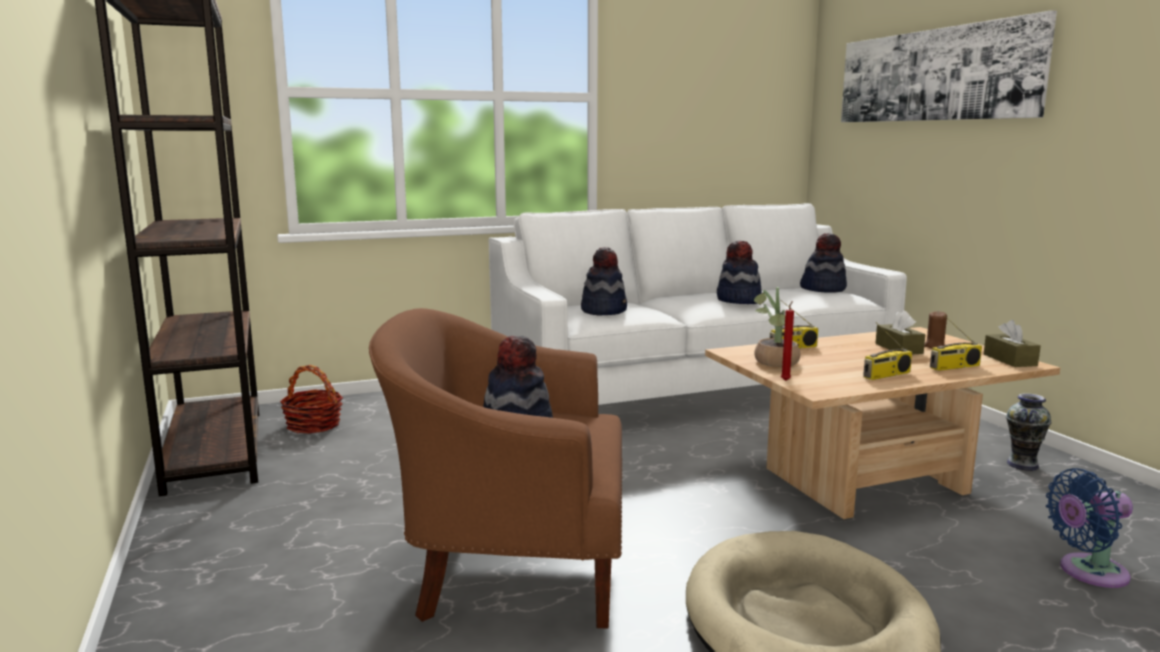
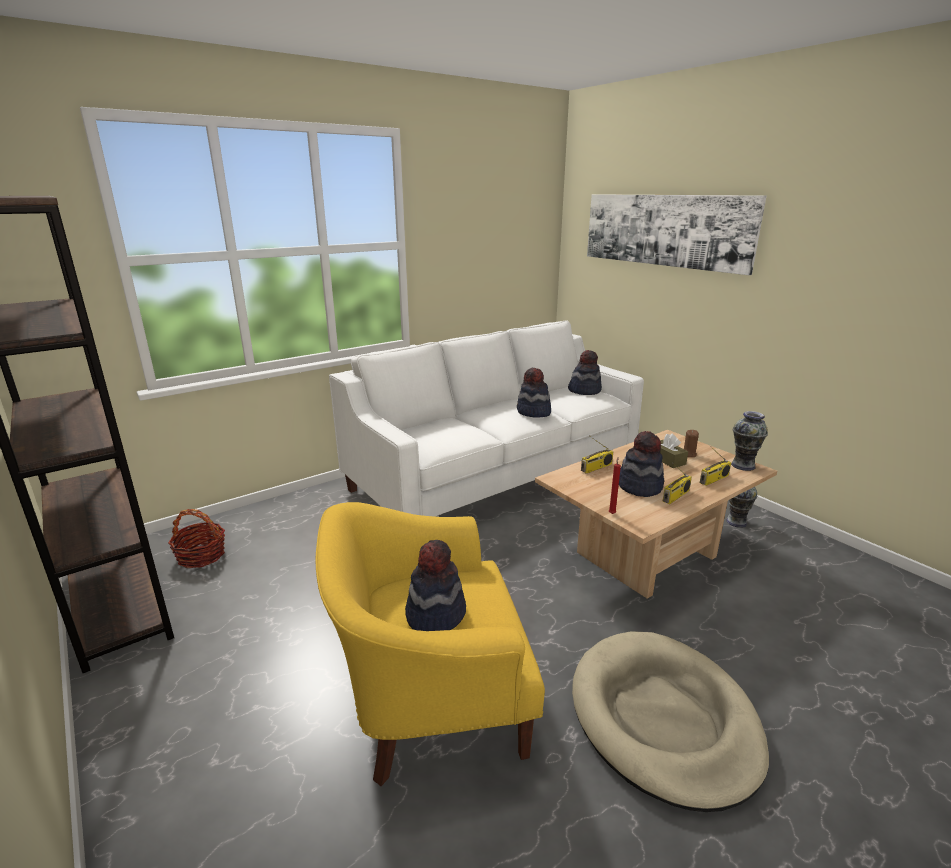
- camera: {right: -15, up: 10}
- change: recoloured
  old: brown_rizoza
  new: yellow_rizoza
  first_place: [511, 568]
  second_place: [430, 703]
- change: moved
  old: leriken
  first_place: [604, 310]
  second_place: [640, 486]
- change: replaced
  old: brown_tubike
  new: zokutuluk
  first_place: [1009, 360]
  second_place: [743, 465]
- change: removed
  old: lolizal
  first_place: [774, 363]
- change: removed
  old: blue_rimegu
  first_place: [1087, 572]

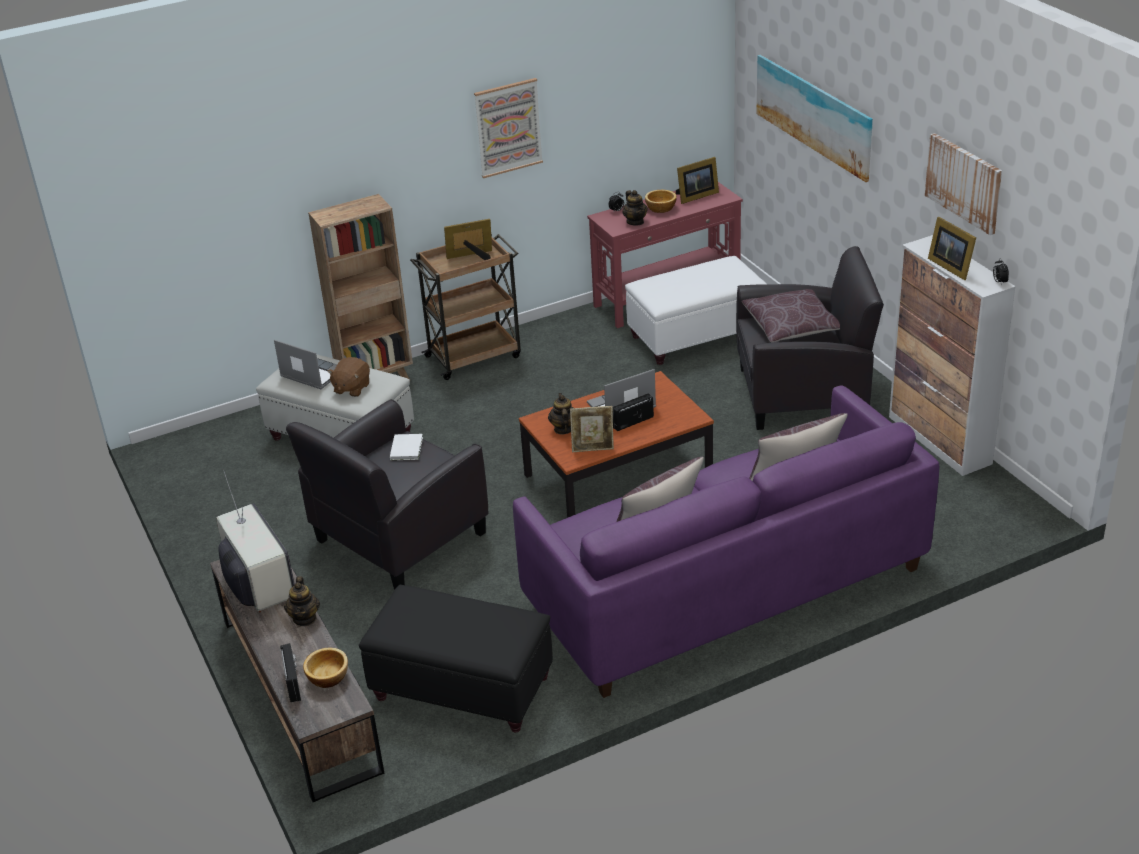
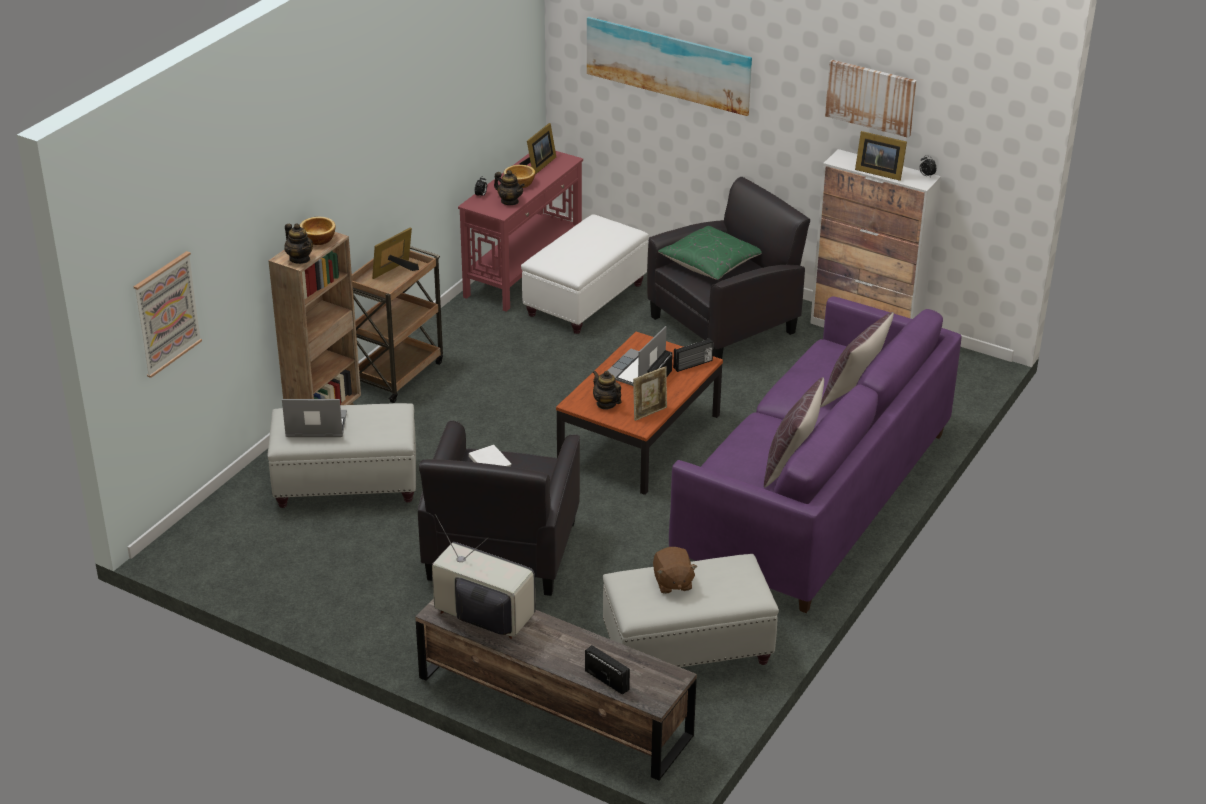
- camera: {right: -35, up: 0}
- change: moved
  old: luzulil
  first_place: [508, 127]
  second_place: [166, 313]
- change: moved
  old: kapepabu
  first_place: [305, 618]
  second_place: [300, 259]
- change: moved
  old: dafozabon
  first_place: [328, 676]
  second_place: [317, 239]
- change: recoloured
  old: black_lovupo
  new: white_lovupo
  first_place: [463, 688]
  second_place: [688, 648]
- change: moved
  old: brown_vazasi
  first_place: [351, 388]
  second_place: [672, 582]
- change: recoloured
  old: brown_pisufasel
  new: green_pisufasel
  first_place: [791, 327]
  second_place: [710, 263]
- change: added
  new: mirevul
  second_place: [693, 364]

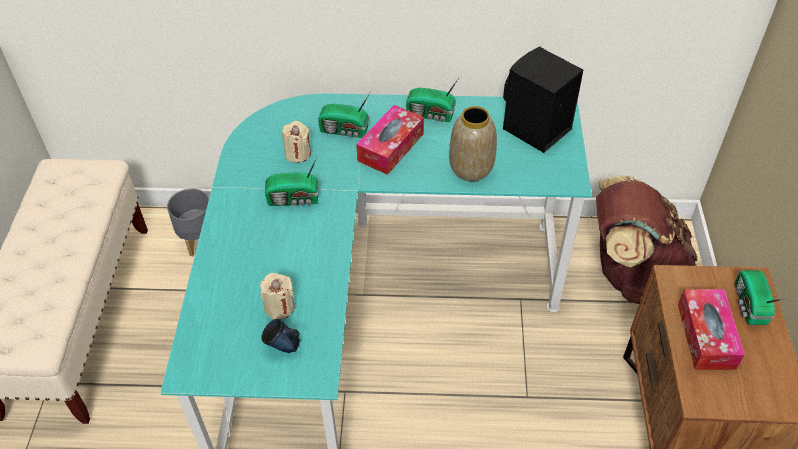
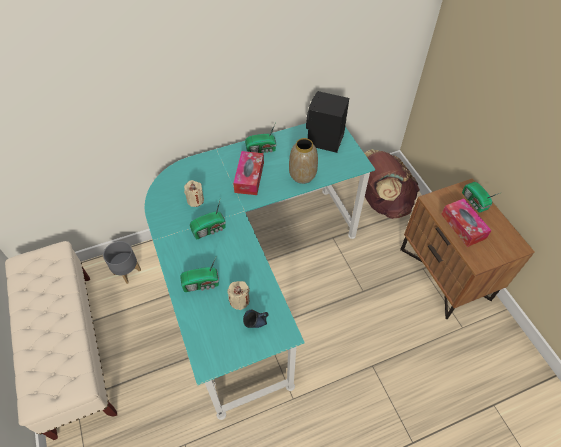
- camera: {right: -25, up: 5}
- change: moved
  old: mirevul
  first_place: [345, 131]
  second_place: [202, 284]

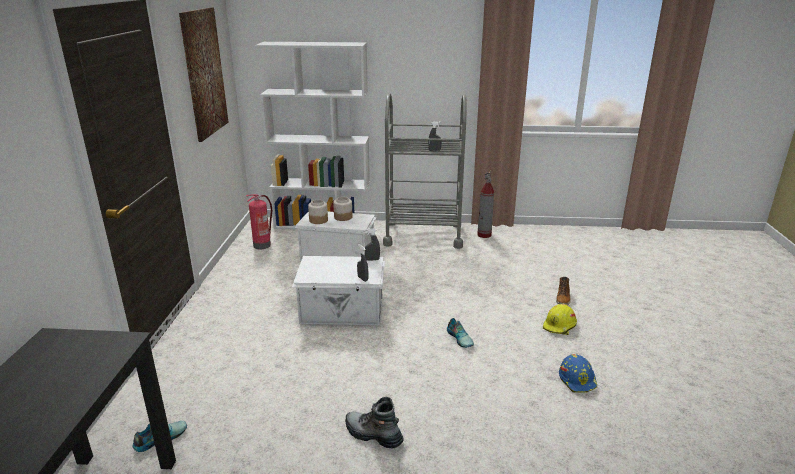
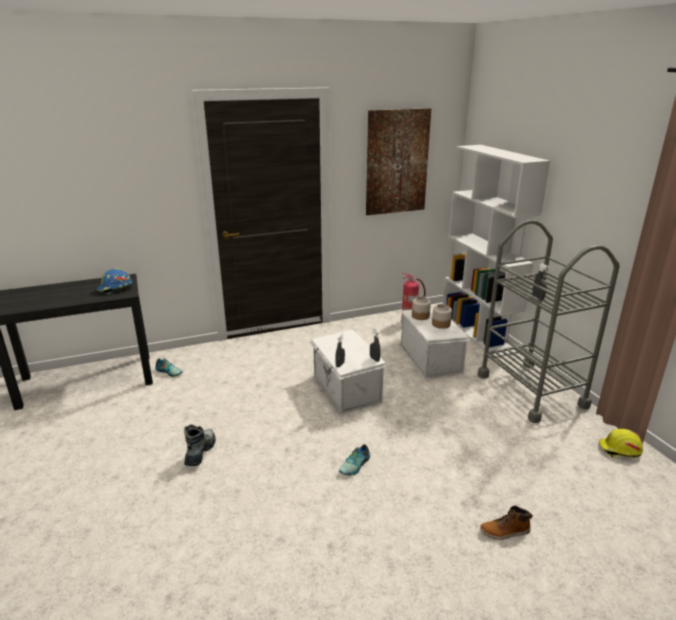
- camera: {right: 65, up: 0}
- change: moved
  old: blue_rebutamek
  first_place: [578, 380]
  second_place: [115, 288]
- change: moved
  old: yellow_rebutamek
  first_place: [559, 326]
  second_place: [619, 450]
- change: removed
  old: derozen
  first_place: [484, 235]

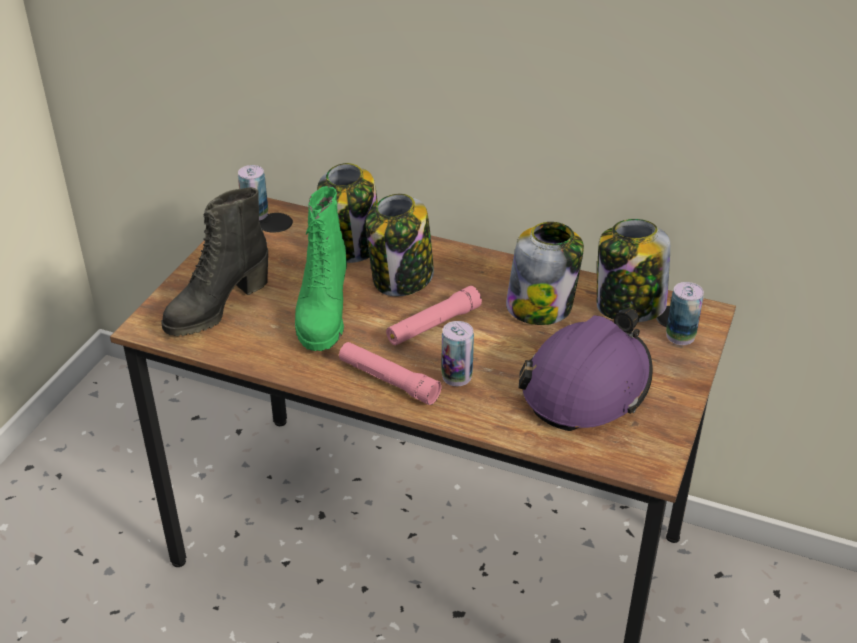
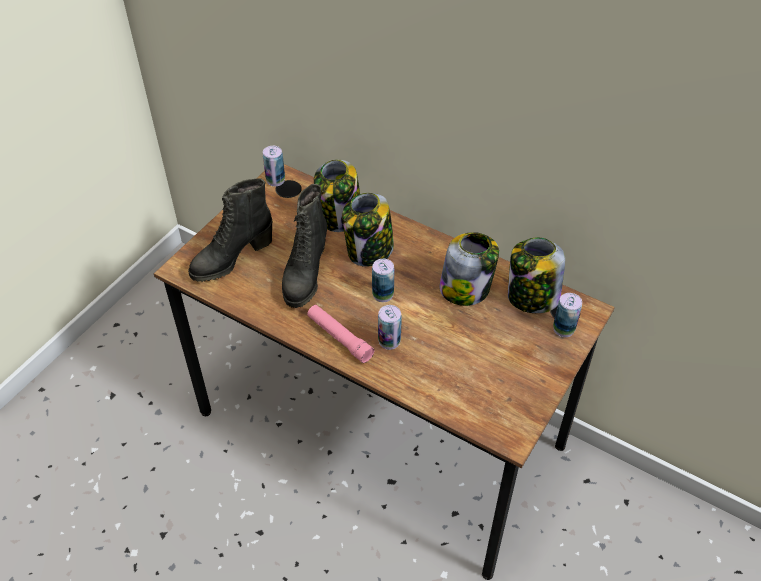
- camera: {right: 10, up: 10}
- change: recoloured
  old: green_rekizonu
  new: black_rekizonu
  first_place: [322, 315]
  second_place: [305, 275]
- change: replaced
  old: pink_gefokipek
  new: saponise
  first_place: [433, 325]
  second_place: [383, 294]
- change: removed
  old: purple_rebutamek
  first_place: [587, 386]

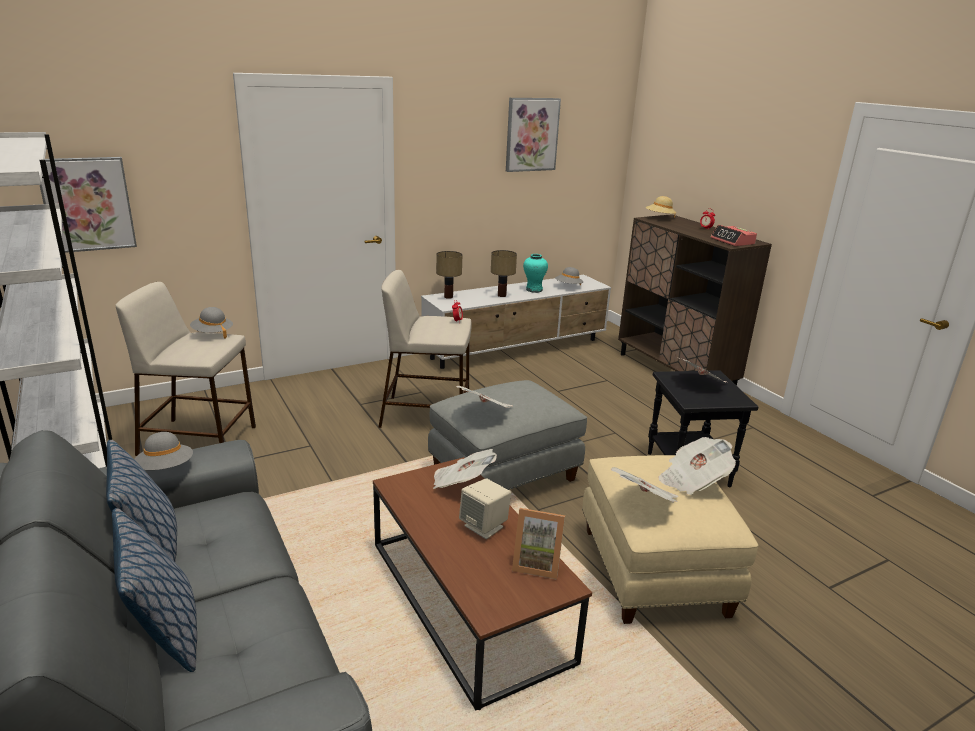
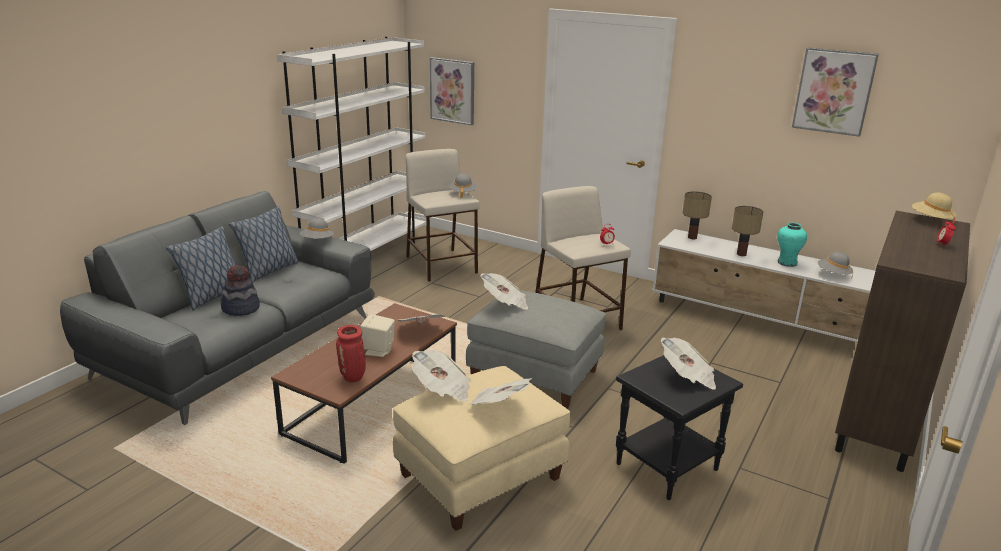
- camera: {right: 60, up: 0}
- change: added
  new: leriken
  second_place: [241, 308]
- change: replaced
  old: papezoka
  new: red_zokutuluk
  first_place: [536, 564]
  second_place: [353, 378]
- change: removed
  old: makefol
  first_place: [732, 241]

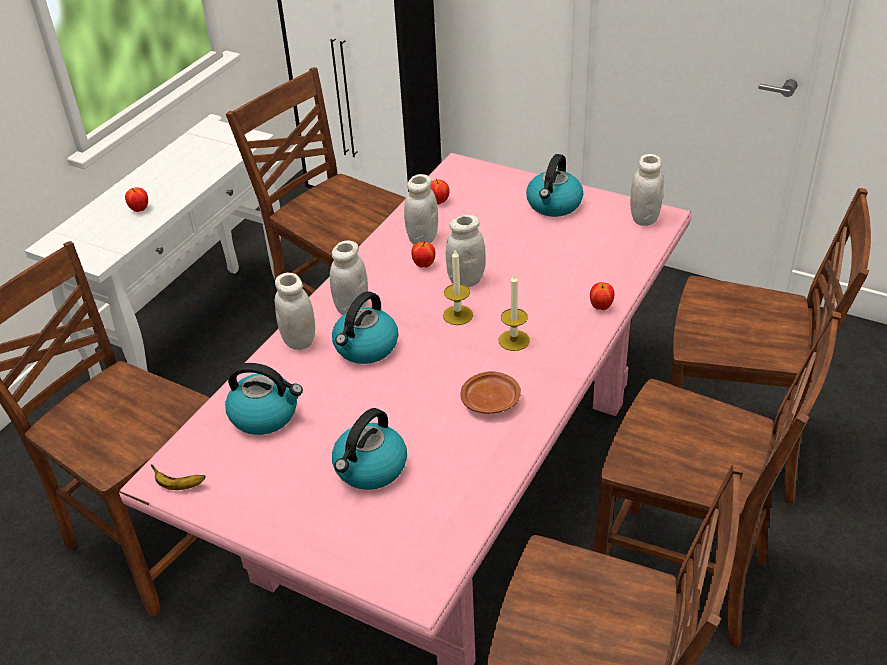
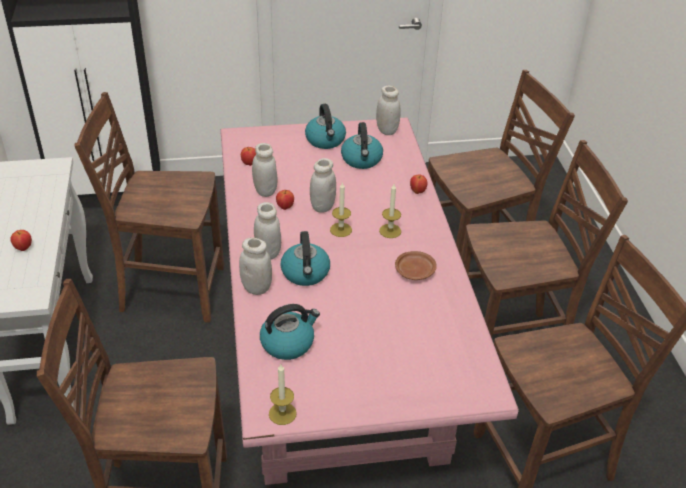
- camera: {right: -40, up: 0}
- change: replaced
  old: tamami
  new: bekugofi
  first_place: [179, 486]
  second_place: [282, 413]
- change: moved
  old: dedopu
  first_place: [370, 468]
  second_place: [362, 160]

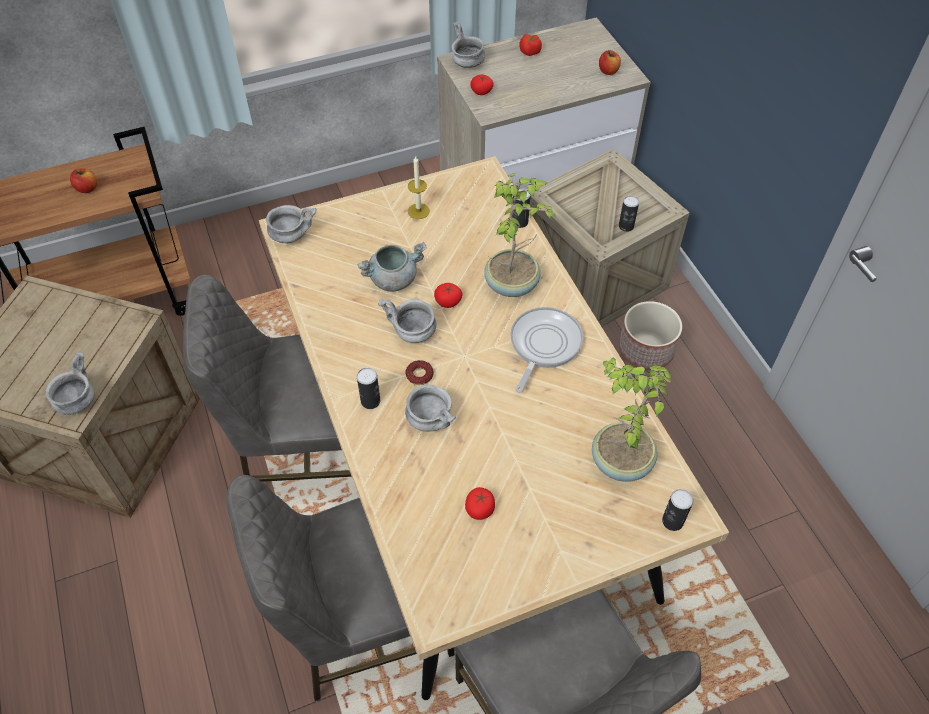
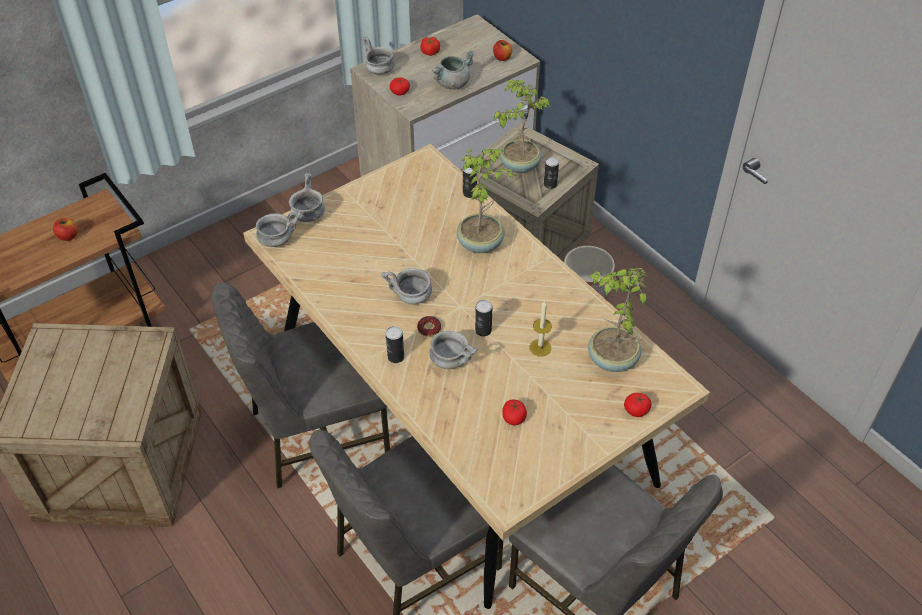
- camera: {right: -15, up: -5}
- change: moved
  old: grey_dafozabon
  first_place: [77, 401]
  second_place: [308, 215]
- change: moved
  old: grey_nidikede
  first_place: [393, 279]
  second_place: [452, 83]
- change: moved
  old: saponise
  first_place: [672, 521]
  second_place: [483, 330]
- change: added
  new: lolizal
  second_place: [519, 165]
- change: moved
  old: bekugofi
  first_place: [418, 211]
  second_place: [540, 347]
- change: moved
  old: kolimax
  first_place: [448, 301]
  second_place: [636, 410]
- change: removed
  old: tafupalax
  first_place: [543, 345]

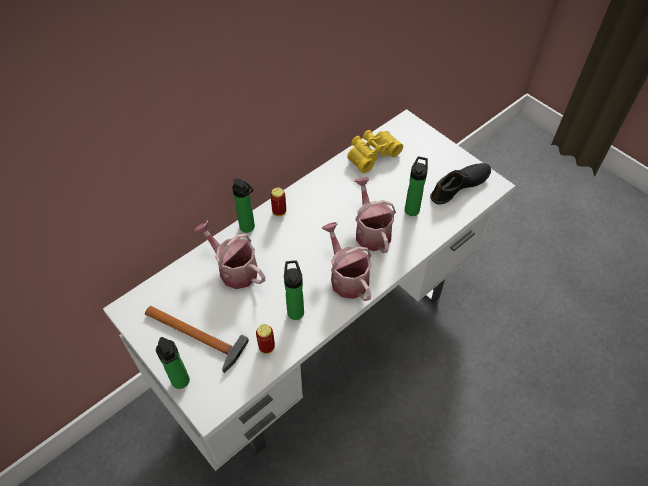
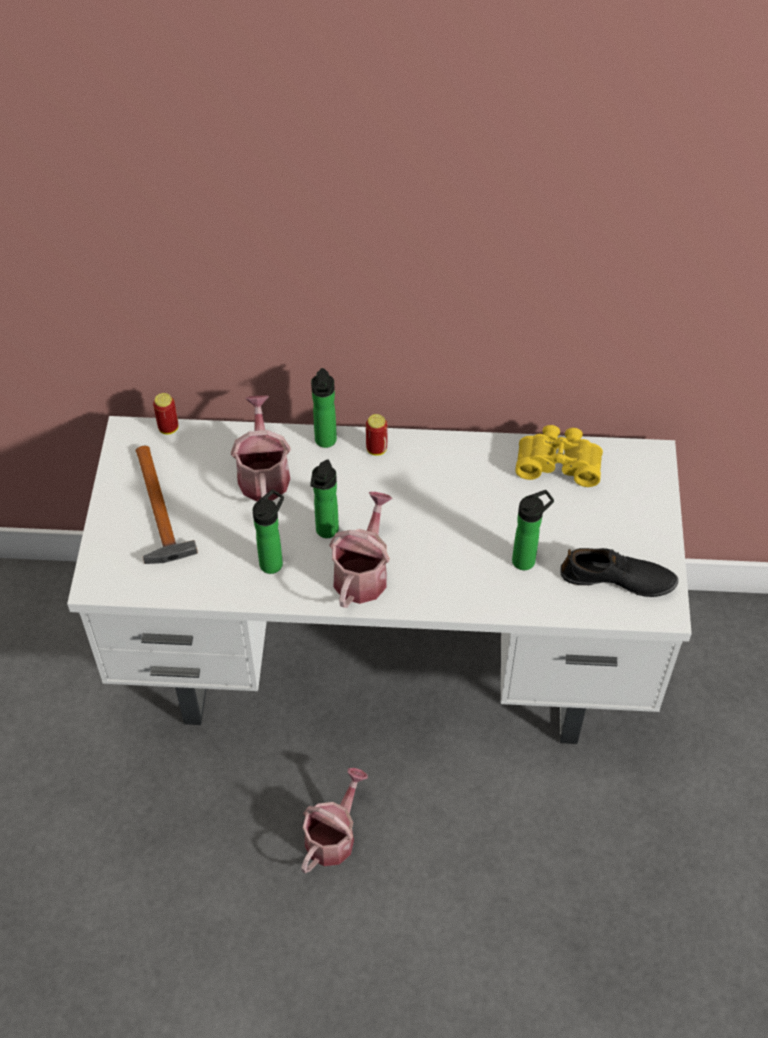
- camera: {right: 45, up: 0}
- change: moved
  old: saponise
  first_place: [266, 347]
  second_place: [168, 428]
- change: moved
  old: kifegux
  first_place: [371, 231]
  second_place: [333, 836]
- change: moved
  old: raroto
  first_place: [181, 383]
  second_place: [326, 532]

